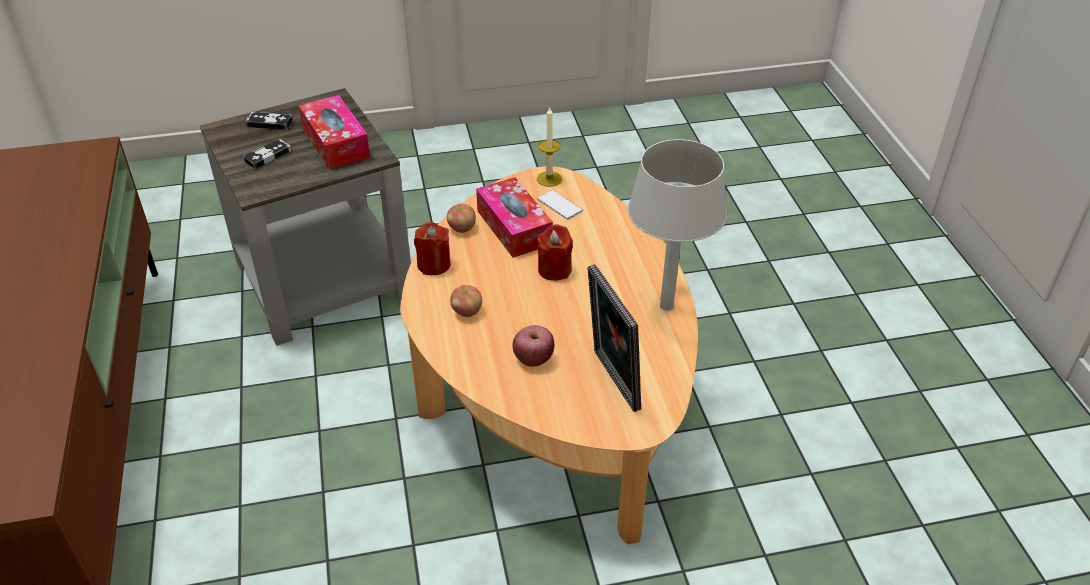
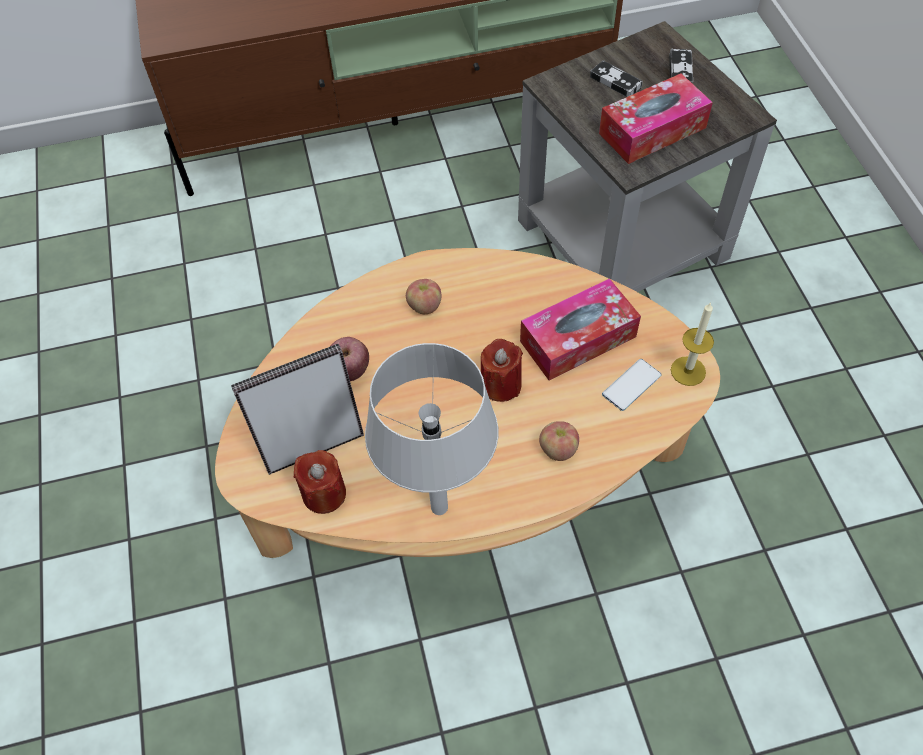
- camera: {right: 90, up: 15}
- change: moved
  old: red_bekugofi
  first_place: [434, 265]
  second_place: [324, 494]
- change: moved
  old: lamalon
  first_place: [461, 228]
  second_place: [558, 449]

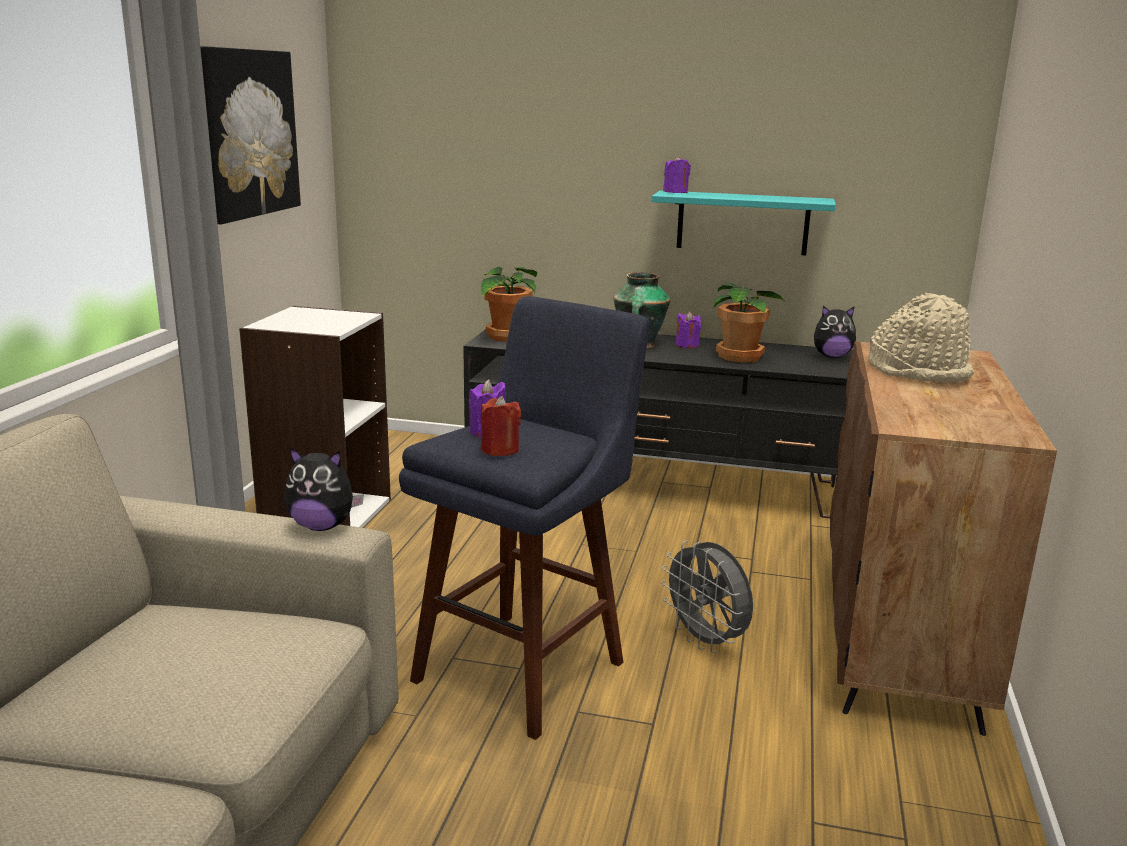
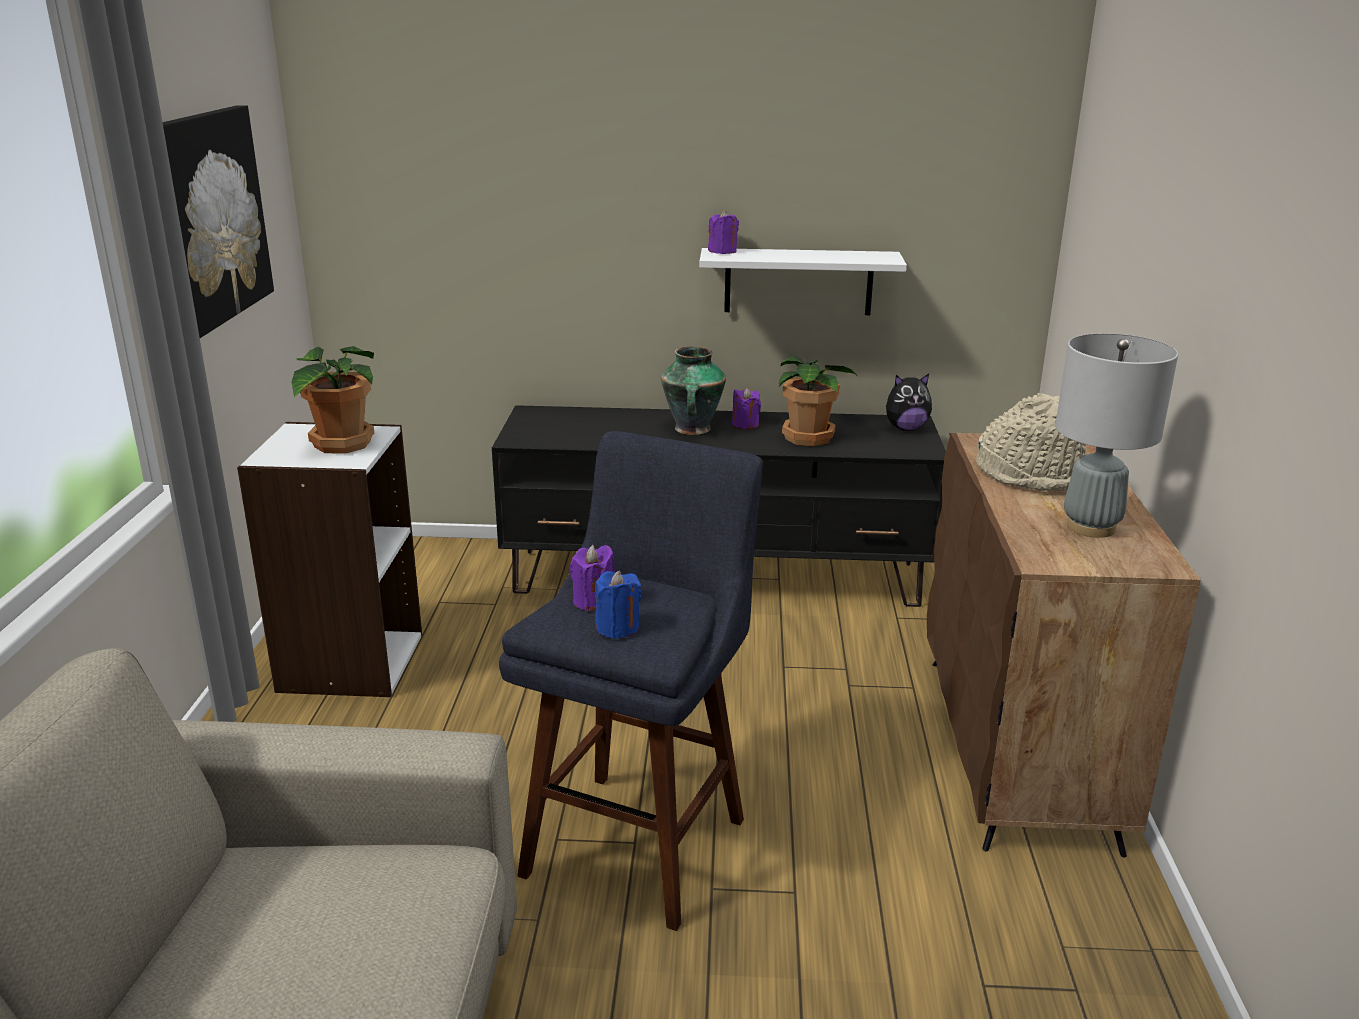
- camera: {right: -10, up: 5}
- change: moved
  old: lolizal
  first_place: [506, 337]
  second_place: [340, 444]
- change: recoloured
  old: red_bekugofi
  new: blue_bekugofi
  first_place: [500, 450]
  second_place: [617, 628]
- change: recoloured
  old: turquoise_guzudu
  new: white_guzudu
  first_place: [742, 223]
  second_place: [798, 281]
- change: added
  new: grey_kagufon
  second_place: [1091, 527]
- change: removed
  old: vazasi
  first_place: [322, 526]
- change: removed
  old: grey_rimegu
  first_place: [706, 641]

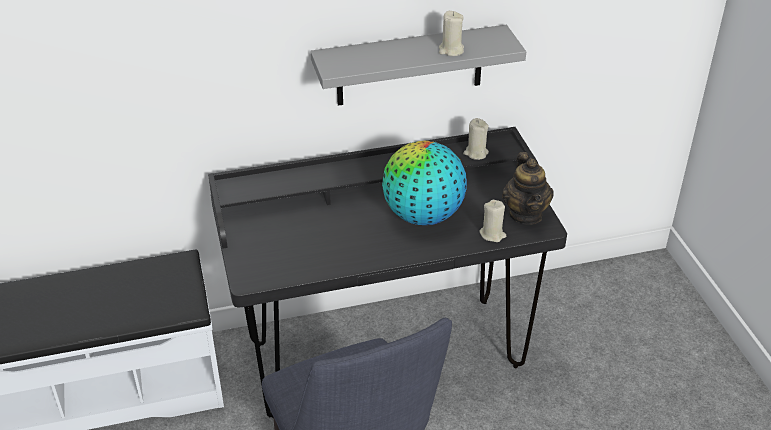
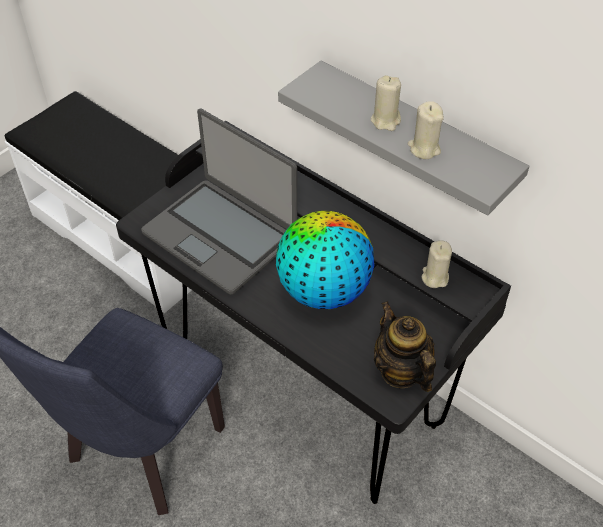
- camera: {right: 55, up: 10}
- change: added
  new: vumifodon
  second_place: [220, 235]
- change: moved
  old: beige_bekugofi
  first_place: [492, 234]
  second_place: [385, 120]
- change: turned
  old: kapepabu
  first_place: [525, 214]
  second_place: [401, 371]
  degrees: 105

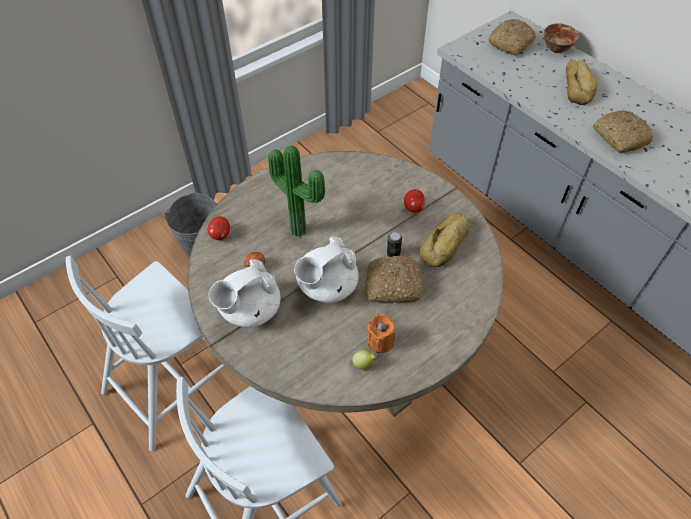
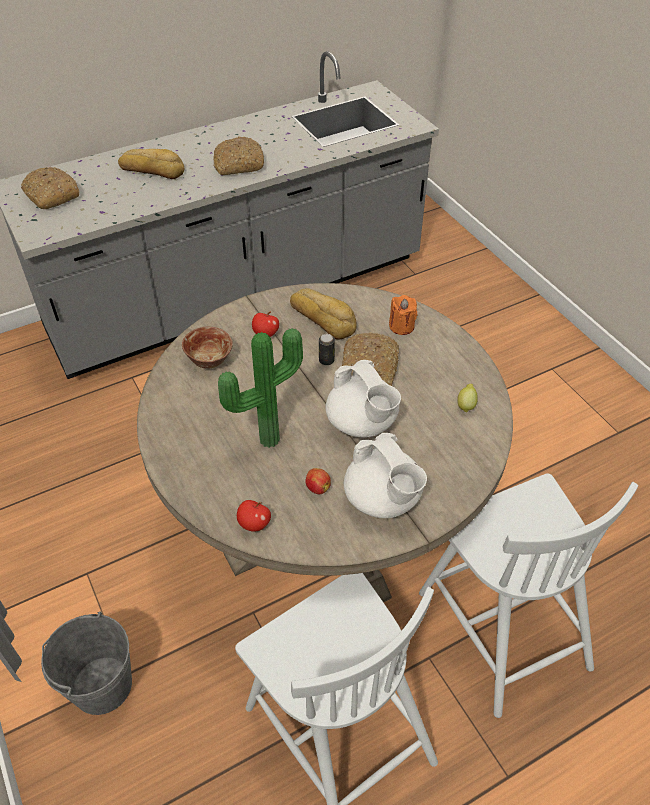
- camera: {right: -80, up: -5}
- change: moved
  old: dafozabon
  first_place: [556, 49]
  second_place: [209, 361]
- change: moved
  old: orange_bekugofi
  first_place: [380, 342]
  second_place: [401, 326]

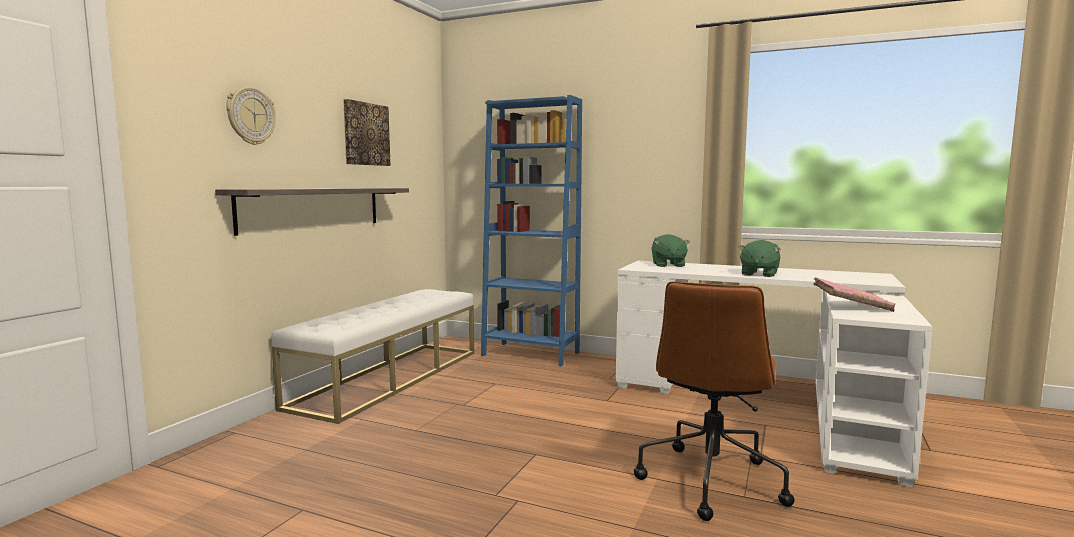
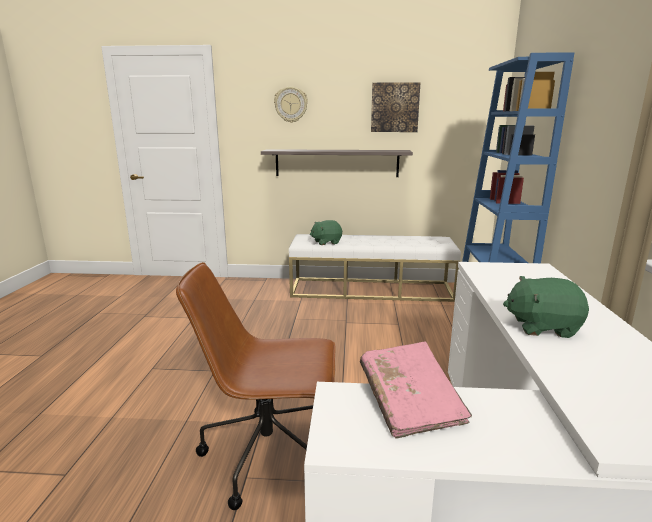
- camera: {right: 70, up: 10}
- change: moved
  old: green_vazasi
  first_place: [668, 265]
  second_place: [326, 242]

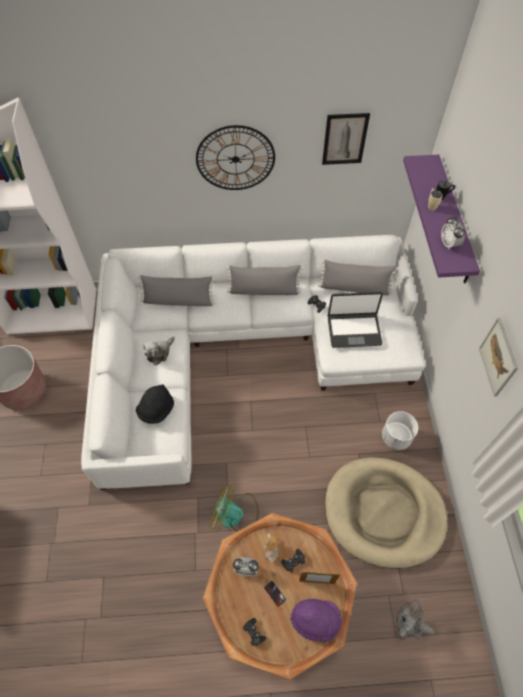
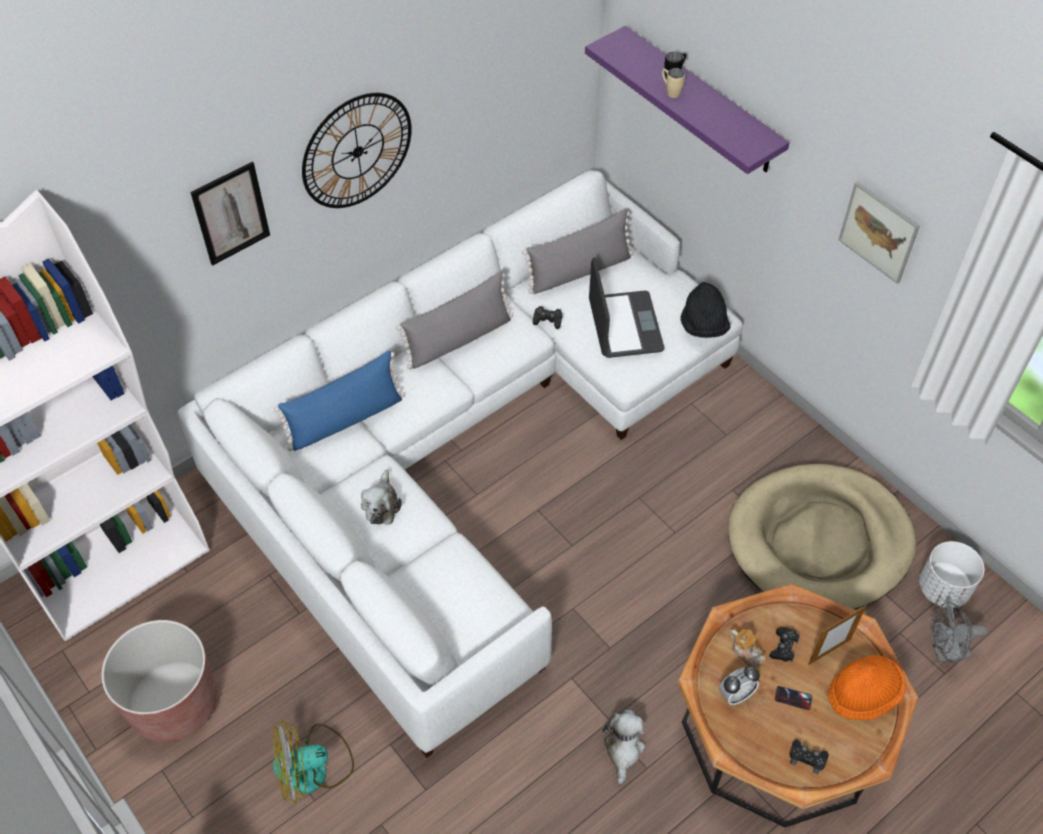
- camera: {right: -35, up: -5}
- change: moved
  old: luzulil
  first_place: [344, 139]
  second_place: [231, 213]
- change: moved
  old: rimegu
  first_place: [235, 515]
  second_place: [313, 768]
- change: recoloured
  old: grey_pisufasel
  new: blue_pisufasel
  first_place: [178, 301]
  second_place: [345, 419]
- change: turned
  old: vumifodon
  first_place: [354, 330]
  second_place: [624, 325]
  degrees: -60
- change: added
  new: vazasi
  second_place: [623, 749]
- change: moved
  old: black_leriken
  first_place: [156, 410]
  second_place: [703, 326]
- change: recoloured
  old: purple_leriken
  new: orange_leriken
  first_place: [315, 620]
  second_place: [863, 694]
- change: moved
  old: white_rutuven
  first_place: [396, 437]
  second_place: [943, 589]
- change: removed
  old: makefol
  first_place: [449, 244]

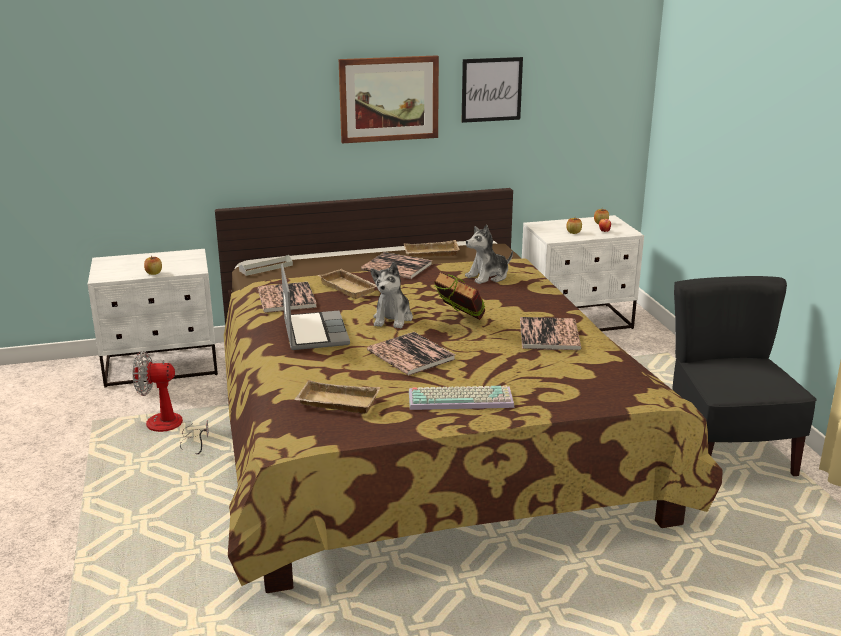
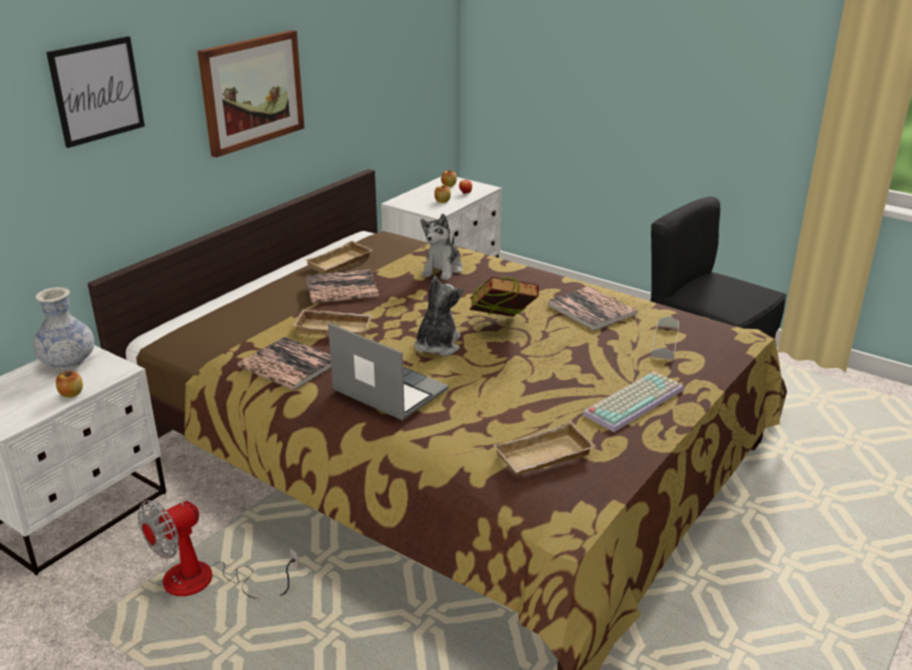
- camera: {right: -40, up: 5}
- change: added
  new: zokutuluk
  second_place: [68, 362]
- change: moved
  old: luzulil
  first_place: [491, 89]
  second_place: [97, 91]
- change: turned
  old: vazasi
  first_place: [393, 319]
  second_place: [437, 345]
  degrees: -135
- change: moved
  old: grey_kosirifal
  first_place: [266, 268]
  second_place: [665, 342]
- change: removed
  old: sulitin
  first_place: [410, 355]

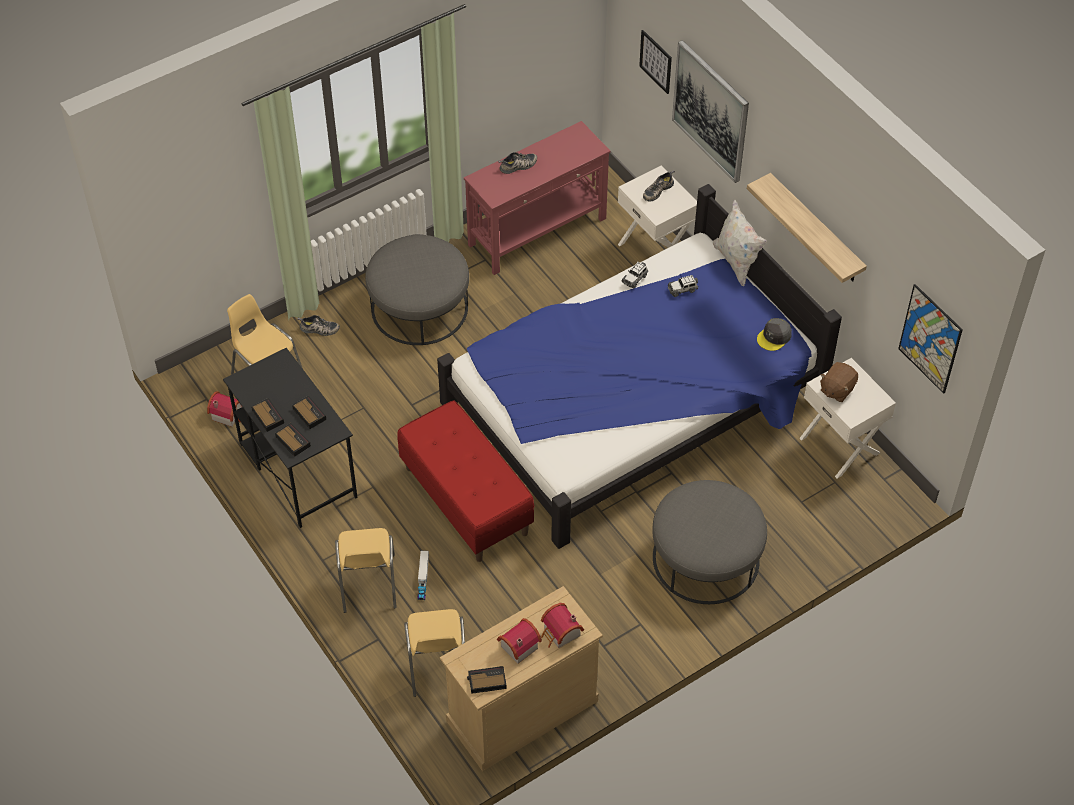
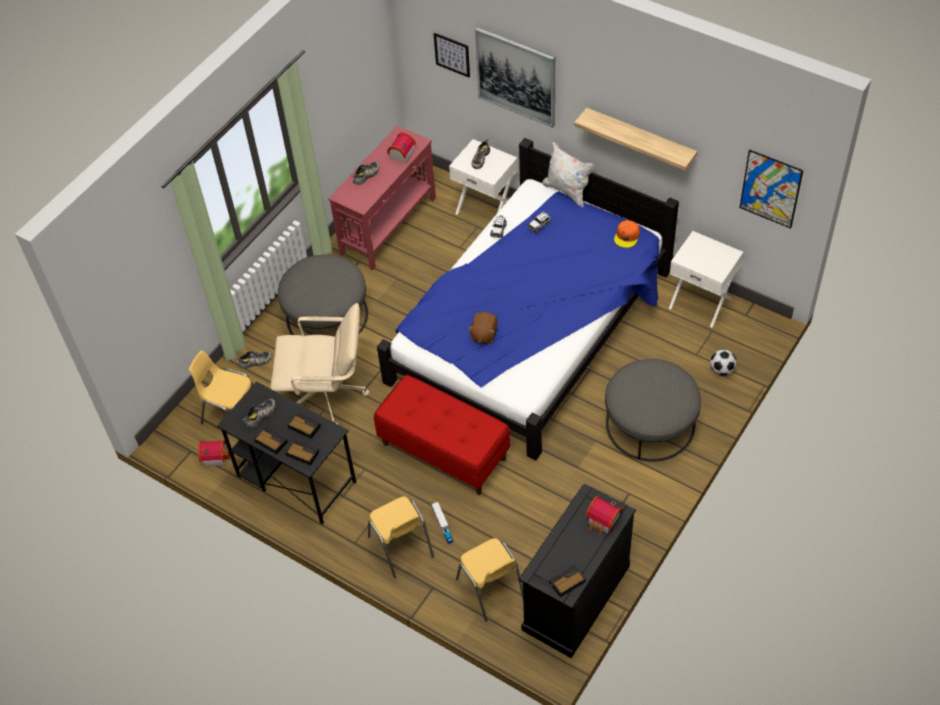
- camera: {right: -20, up: 0}
- change: added
  new: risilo
  second_place: [261, 415]
- change: added
  new: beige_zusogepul
  second_place: [327, 396]
- change: moved
  old: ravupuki
  first_place: [517, 646]
  second_place: [400, 155]
- change: moved
  old: brown_vazasi
  first_place: [836, 389]
  second_place: [483, 335]
- change: recoloured
  old: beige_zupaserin
  new: black_zupaserin
  first_place: [521, 710]
  second_place: [575, 597]
- change: recoloured
  old: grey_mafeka
  new: orange_mafeka
  first_place: [774, 337]
  second_place: [627, 236]
- change: added
  new: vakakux
  second_place: [721, 370]

